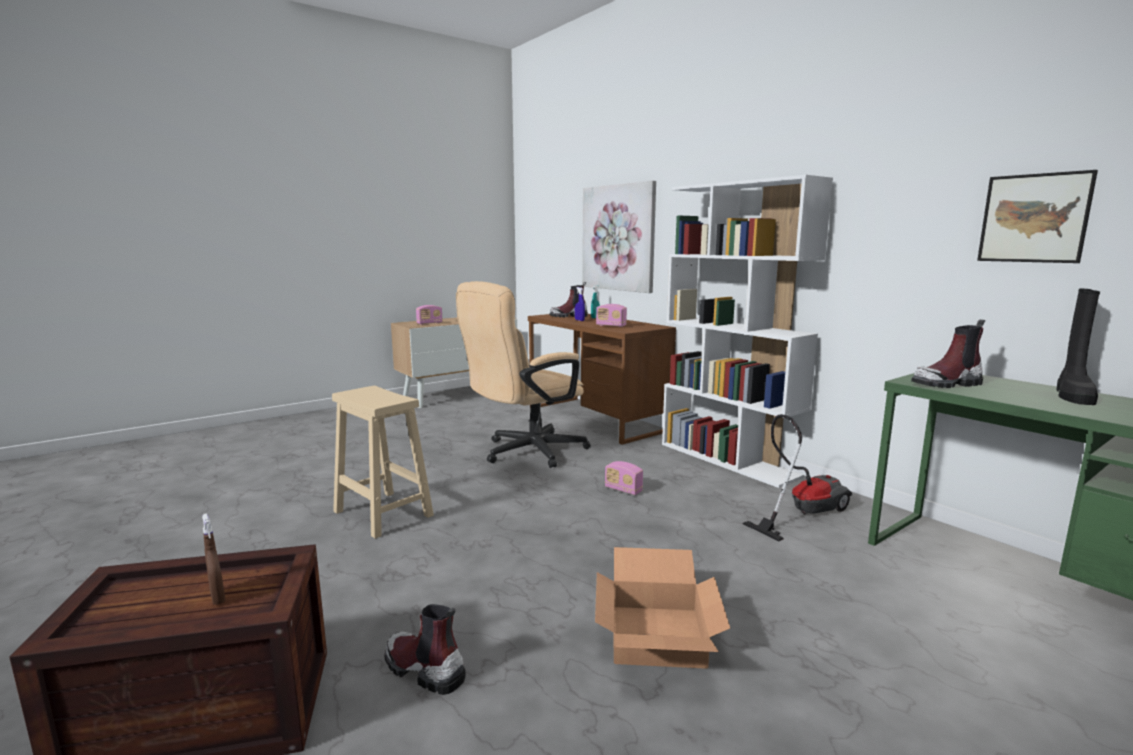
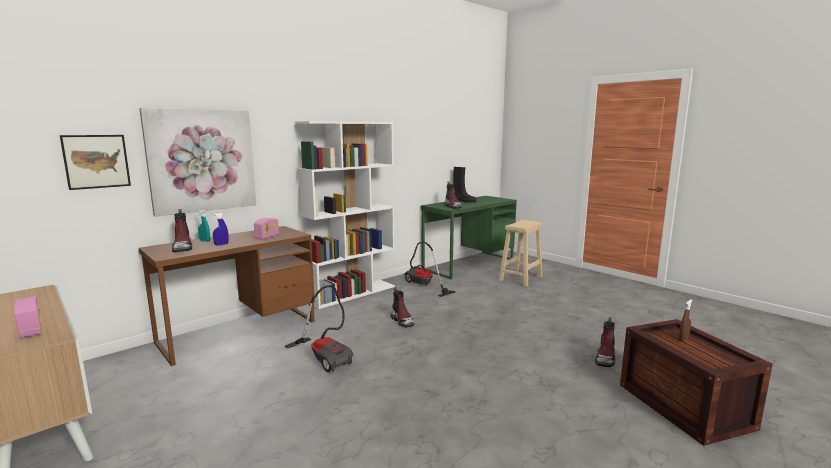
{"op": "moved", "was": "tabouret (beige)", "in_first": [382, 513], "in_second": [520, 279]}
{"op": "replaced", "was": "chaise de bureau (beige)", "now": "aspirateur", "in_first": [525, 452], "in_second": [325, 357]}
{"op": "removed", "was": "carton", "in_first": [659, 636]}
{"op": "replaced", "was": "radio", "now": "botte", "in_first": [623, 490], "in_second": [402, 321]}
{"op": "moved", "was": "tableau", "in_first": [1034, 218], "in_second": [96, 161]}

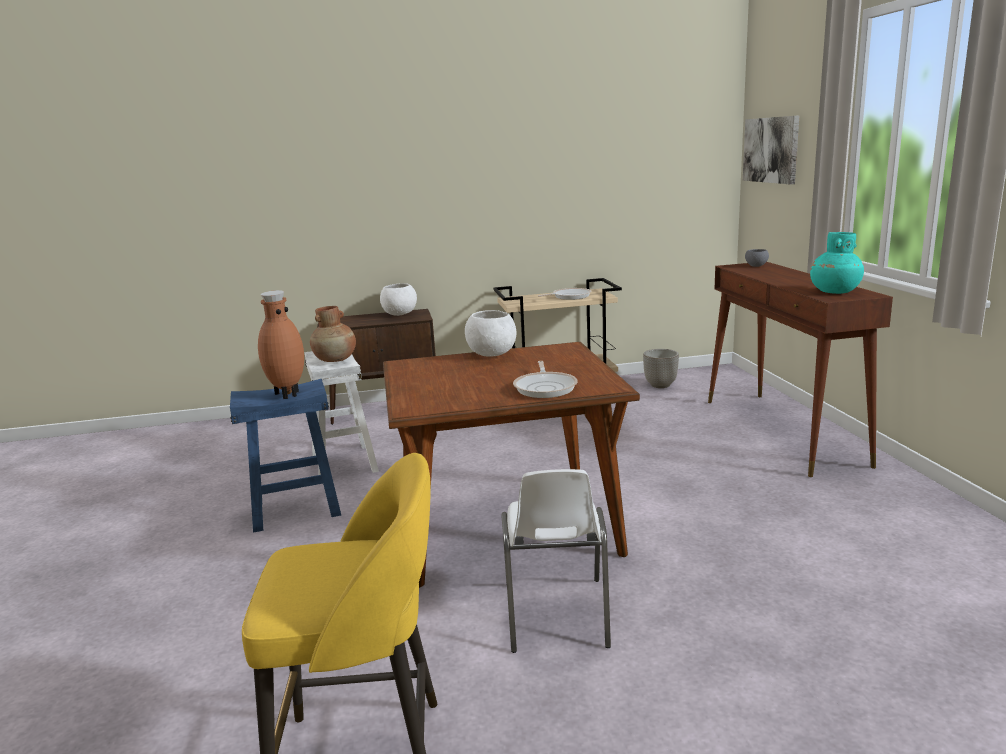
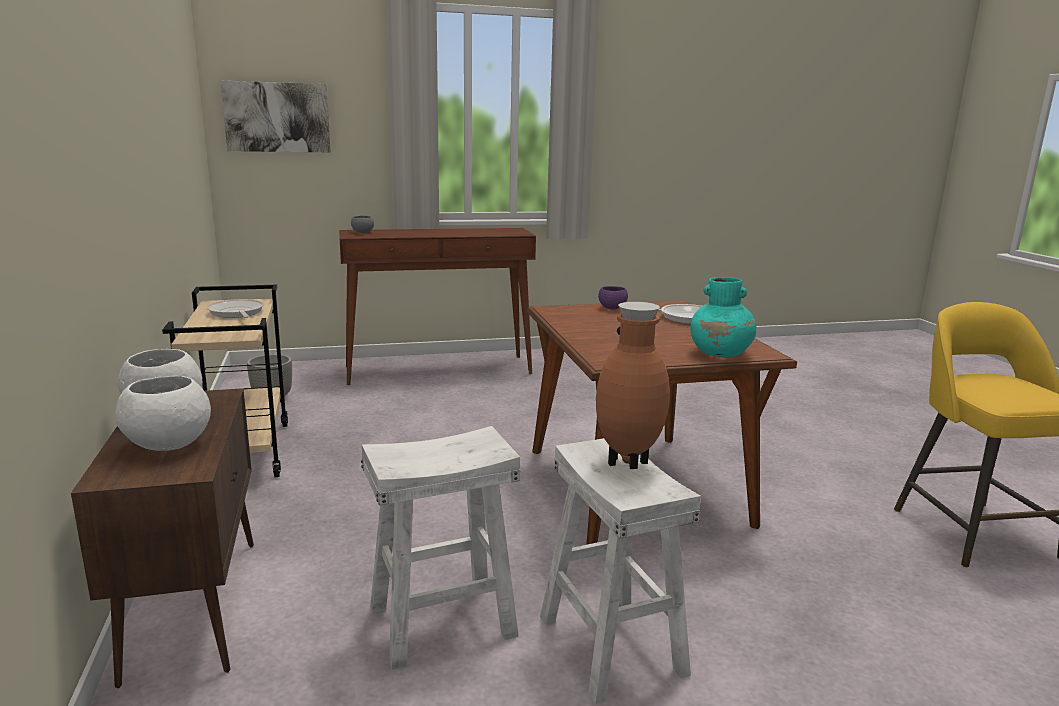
{"op": "recoloured", "was": "tabouret (bleu)", "now": "tabouret (blanc)", "in_first": [296, 508], "in_second": [610, 644]}
{"op": "removed", "was": "vase (marron)", "in_first": [336, 359]}
{"op": "moved", "was": "bol (blanc)", "in_first": [491, 354], "in_second": [168, 445]}
{"op": "removed", "was": "chaise (blanc)", "in_first": [555, 615]}
{"op": "moved", "was": "vase (turquoise)", "in_first": [834, 292], "in_second": [720, 354]}
{"op": "added", "now": "bol (violet)", "in_second": [612, 308]}

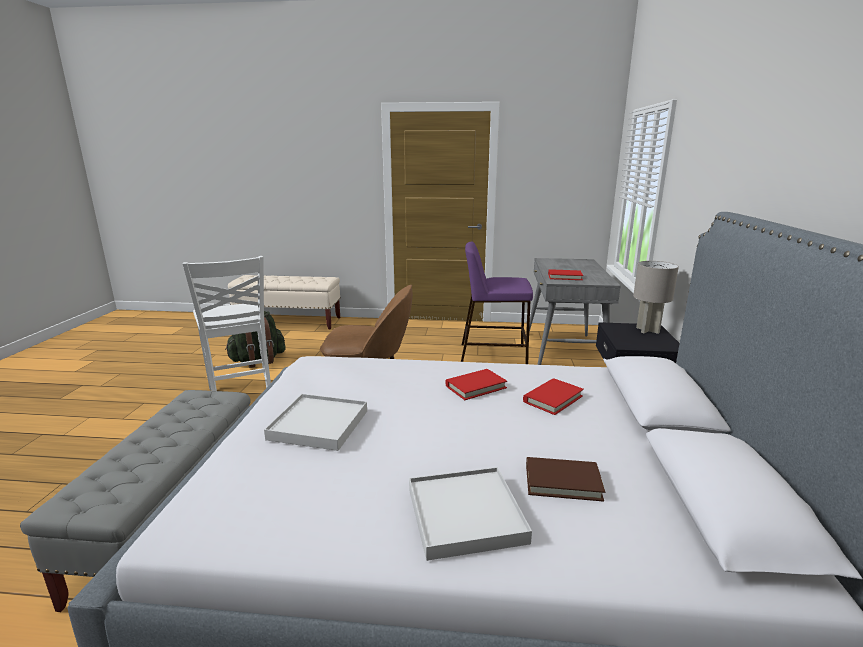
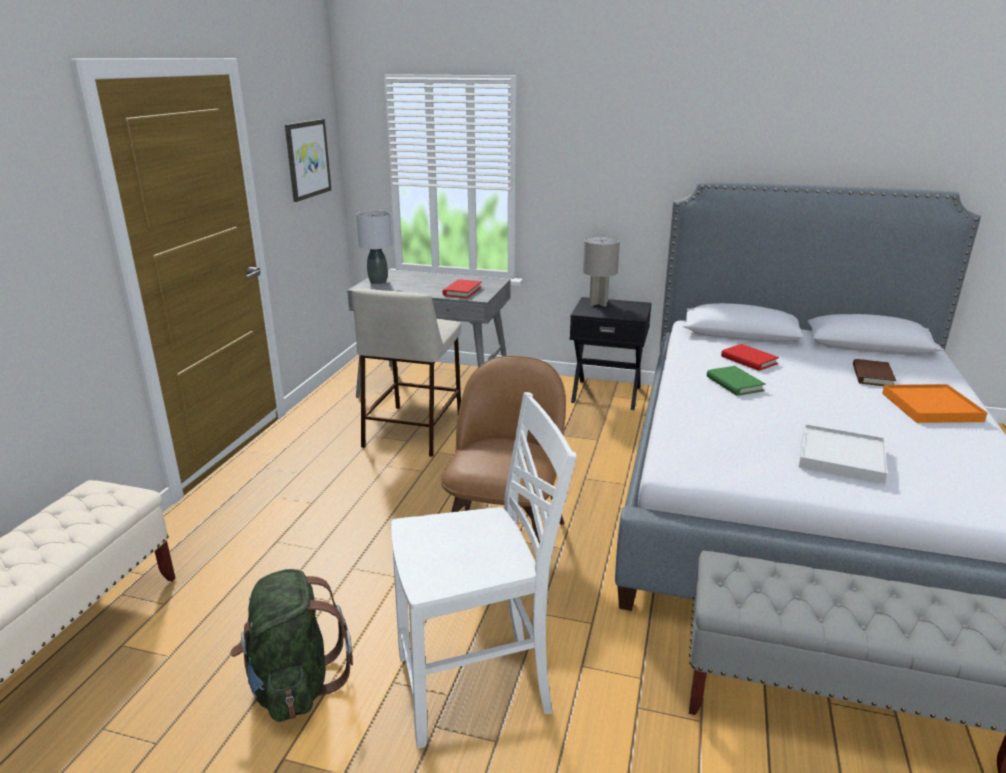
{"op": "recoloured", "was": "plateau (blanc)", "now": "plateau (orange)", "in_first": [465, 515], "in_second": [930, 407]}
{"op": "recoloured", "was": "livre (rouge)", "now": "livre (vert)", "in_first": [475, 387], "in_second": [734, 384]}
{"op": "recoloured", "was": "tabouret (violet)", "now": "tabouret (beige)", "in_first": [494, 354], "in_second": [413, 429]}
{"op": "added", "now": "tableau", "in_second": [307, 159]}
{"op": "added", "now": "lampe de table (gris)", "in_second": [378, 281]}

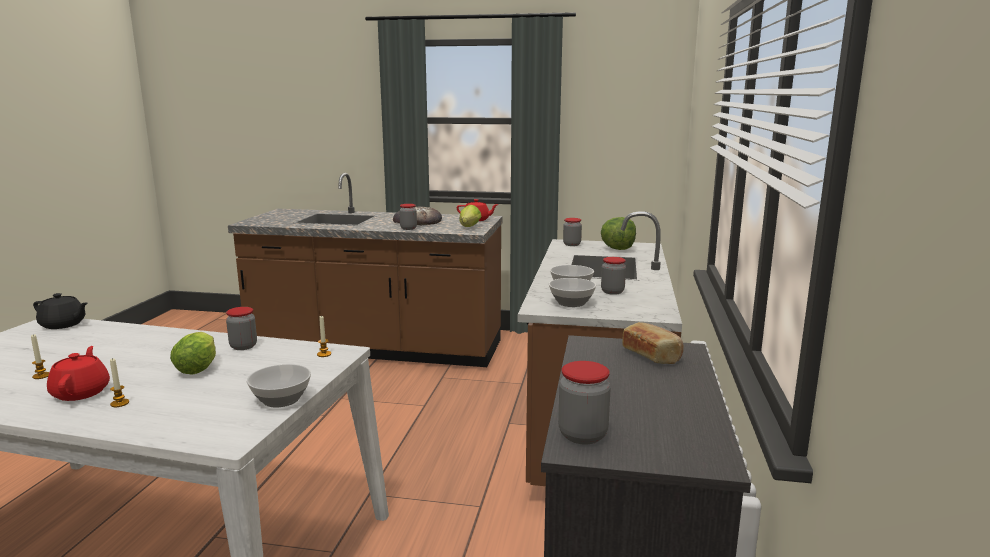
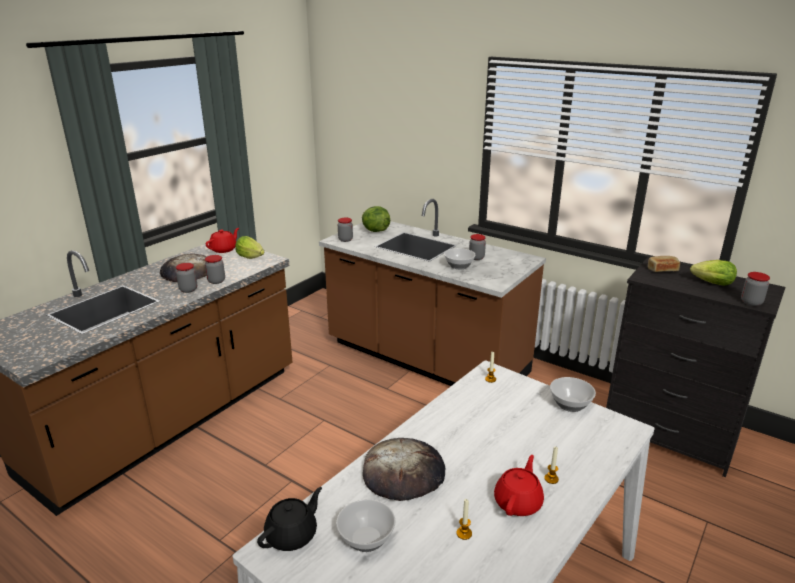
{"op": "turned", "was": "théière (rouge)", "in_first": [81, 392], "in_second": [518, 502], "clockwise": 105}
{"op": "moved", "was": "laitue", "in_first": [199, 367], "in_second": [709, 283]}
{"op": "moved", "was": "bocal", "in_first": [243, 346], "in_second": [188, 289]}
{"op": "moved", "was": "bol", "in_first": [570, 303], "in_second": [365, 539]}
{"op": "added", "now": "pain", "in_second": [404, 473]}

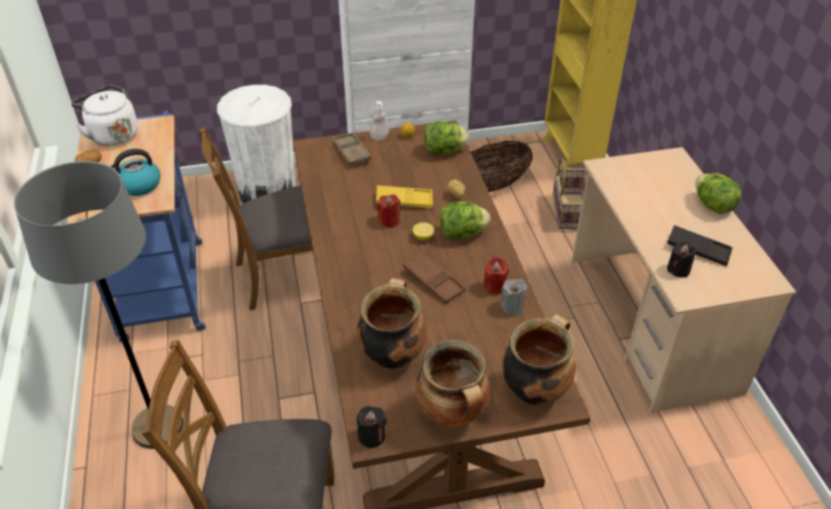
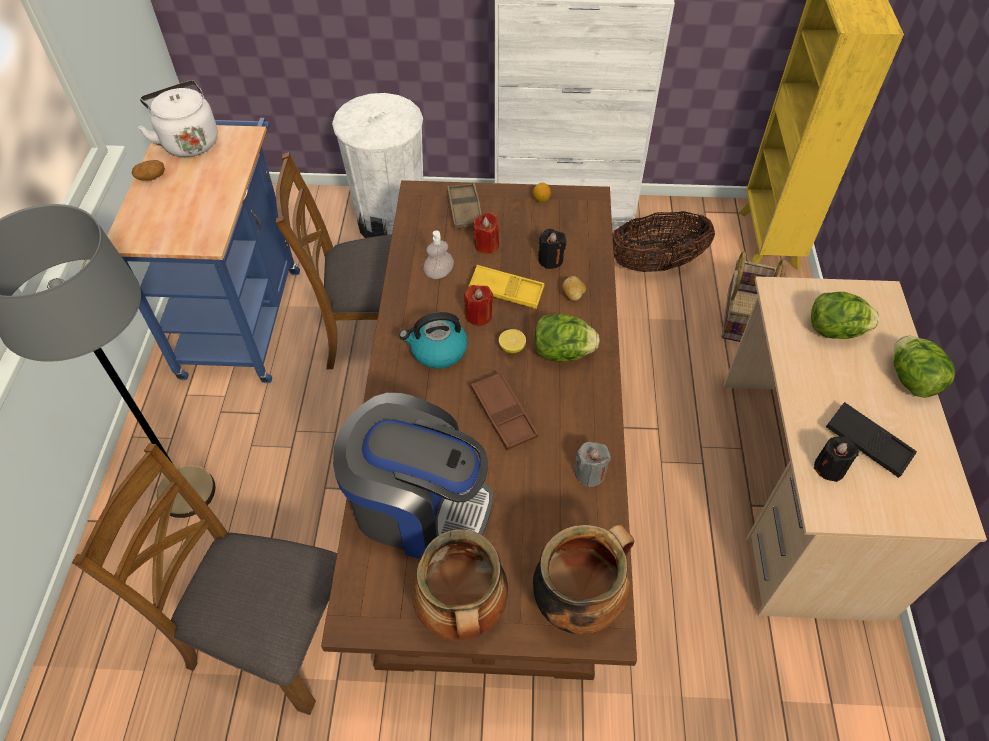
{"op": "moved", "was": "bouilloire", "in_first": [138, 185], "in_second": [437, 351]}
{"op": "replaced", "was": "marmite", "now": "machine à café", "in_first": [392, 354], "in_second": [418, 506]}
{"op": "moved", "was": "bougie (noir)", "in_first": [371, 436], "in_second": [550, 260]}
{"op": "moved", "was": "distributeur de savon", "in_first": [380, 137], "in_second": [439, 273]}
{"op": "moved", "was": "laitue", "in_first": [444, 150], "in_second": [834, 330]}
{"op": "moved", "was": "bougie (rouge)", "in_first": [494, 286], "in_second": [486, 245]}

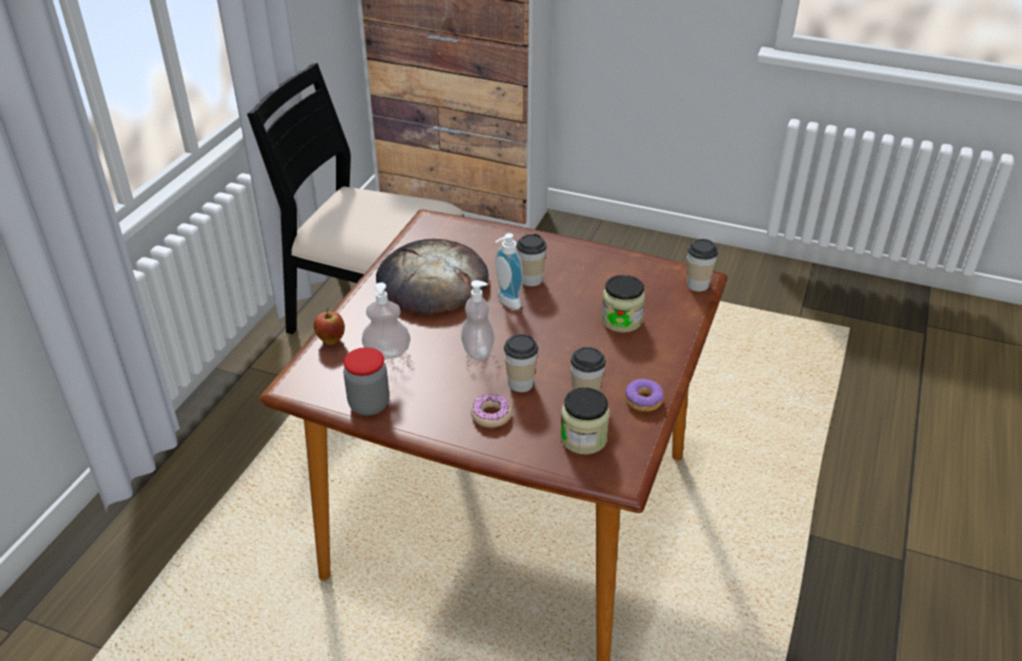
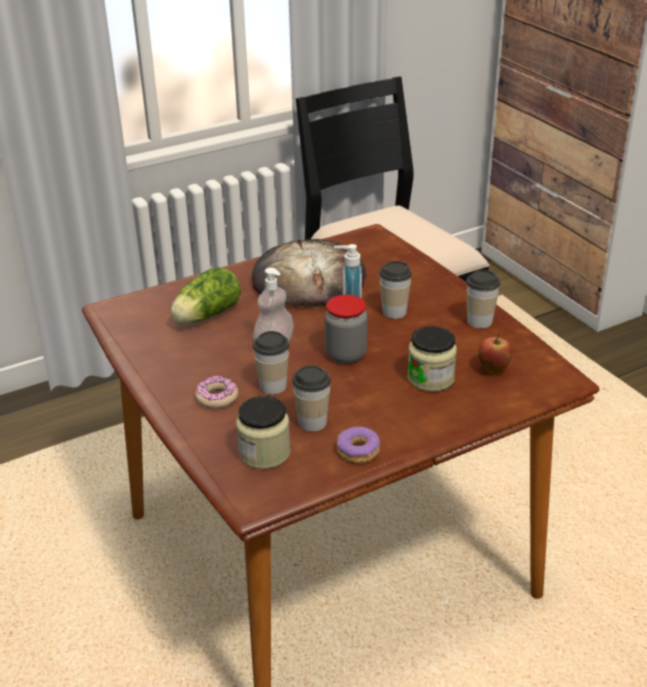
{"op": "moved", "was": "pomme", "in_first": [331, 340], "in_second": [493, 370]}
{"op": "moved", "was": "bocal", "in_first": [369, 405], "in_second": [346, 355]}
{"op": "replaced", "was": "distributeur de savon", "now": "laitue", "in_first": [387, 352], "in_second": [205, 316]}
{"op": "moved", "was": "tasse", "in_first": [697, 284], "in_second": [479, 321]}

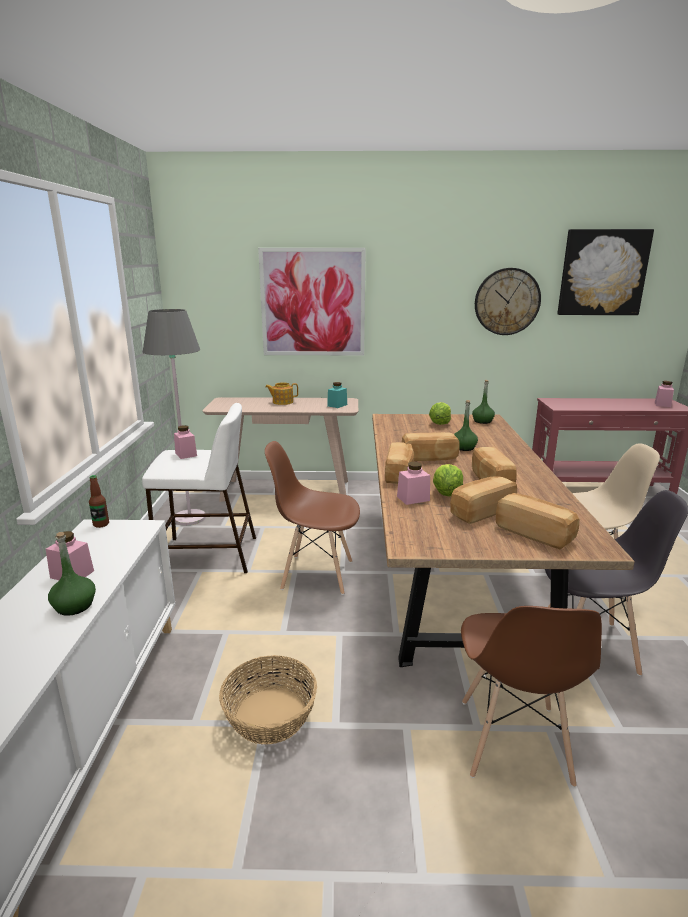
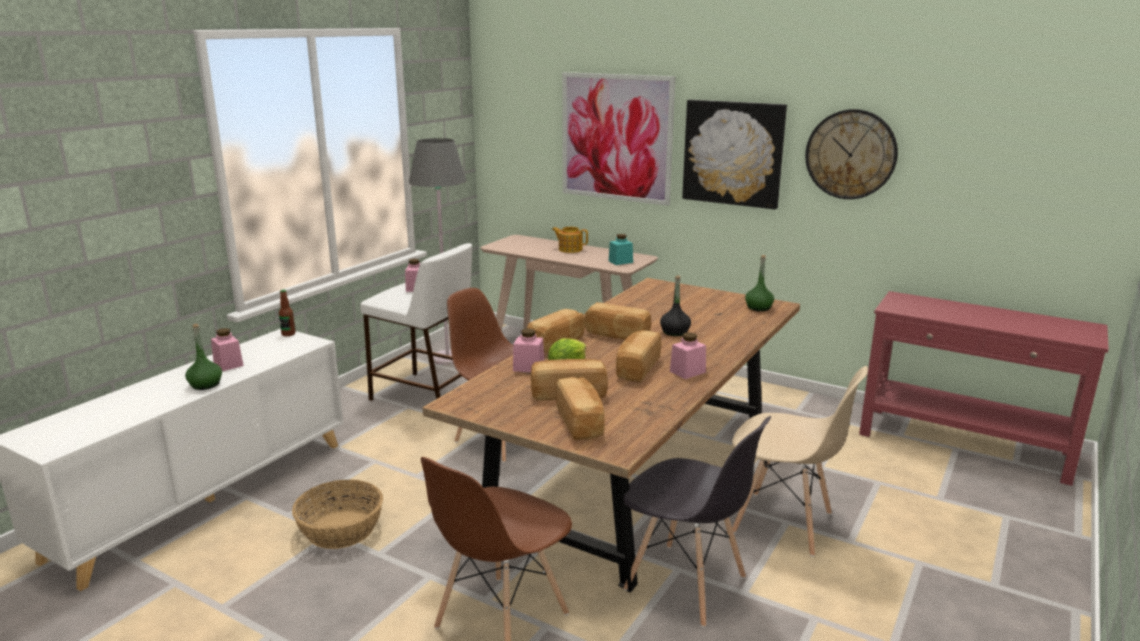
{"op": "removed", "was": "laitue", "in_first": [439, 423]}
{"op": "recoloured", "was": "bouteille (vert)", "now": "bouteille (noir)", "in_first": [464, 448], "in_second": [675, 332]}
{"op": "moved", "was": "tableau", "in_first": [602, 273], "in_second": [733, 153]}
{"op": "moved", "was": "bocal (rose)", "in_first": [662, 404], "in_second": [687, 372]}

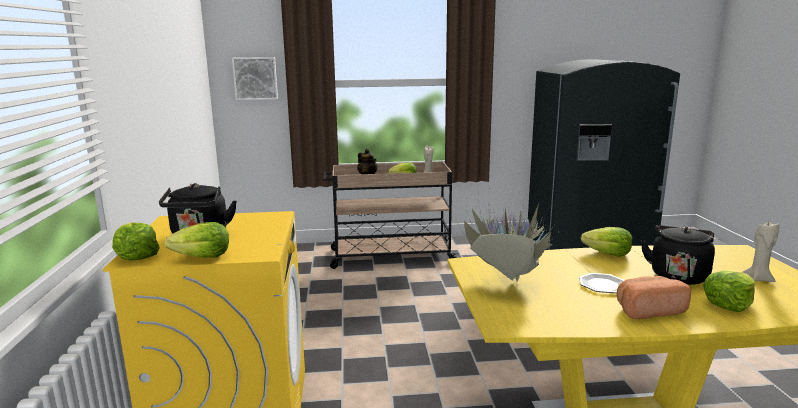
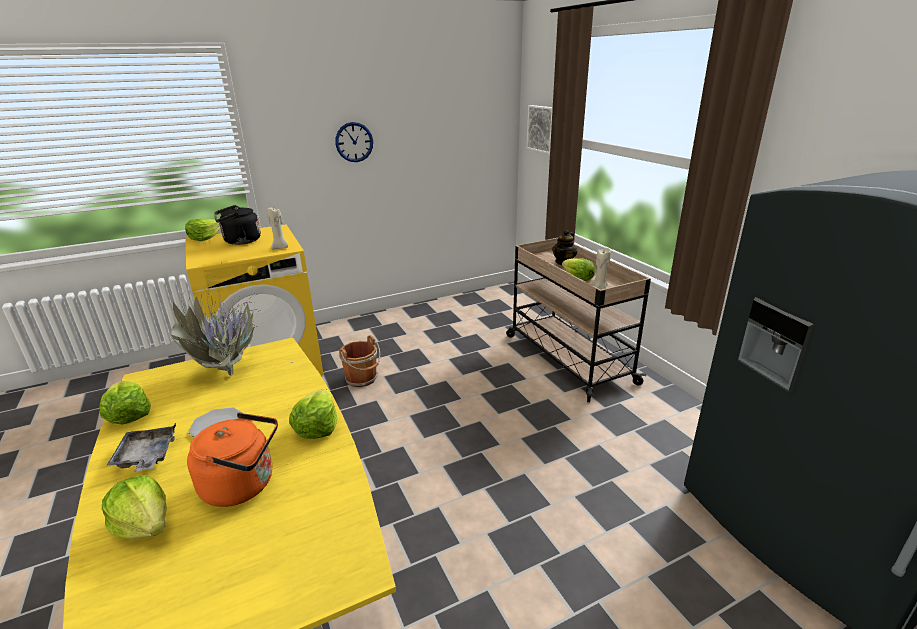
{"op": "moved", "was": "laitue", "in_first": [203, 257], "in_second": [129, 415]}
{"op": "replaced", "was": "pain", "now": "plateau (gris)", "in_first": [647, 310], "in_second": [146, 456]}
{"op": "recoloured", "was": "bouilloire (noir)", "now": "bouilloire (orange)", "in_first": [678, 275], "in_second": [243, 485]}
{"op": "moved", "was": "bougie (beige)", "in_first": [758, 279], "in_second": [280, 248]}
{"op": "added", "now": "horloge murale", "in_second": [354, 142]}
{"op": "added", "now": "seau (marron)", "in_second": [362, 379]}

